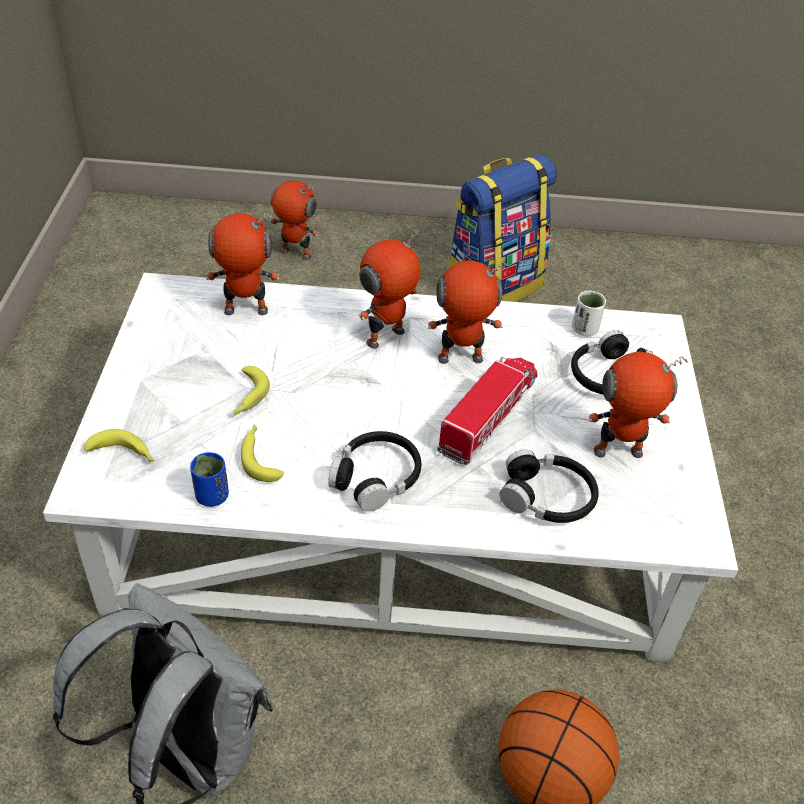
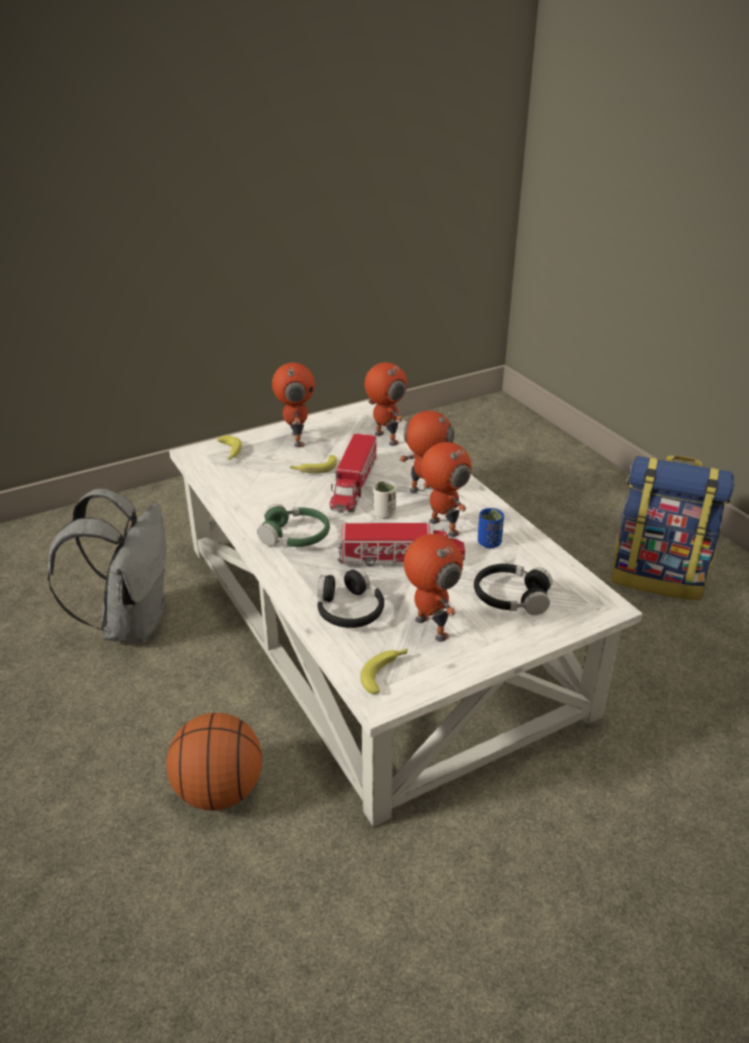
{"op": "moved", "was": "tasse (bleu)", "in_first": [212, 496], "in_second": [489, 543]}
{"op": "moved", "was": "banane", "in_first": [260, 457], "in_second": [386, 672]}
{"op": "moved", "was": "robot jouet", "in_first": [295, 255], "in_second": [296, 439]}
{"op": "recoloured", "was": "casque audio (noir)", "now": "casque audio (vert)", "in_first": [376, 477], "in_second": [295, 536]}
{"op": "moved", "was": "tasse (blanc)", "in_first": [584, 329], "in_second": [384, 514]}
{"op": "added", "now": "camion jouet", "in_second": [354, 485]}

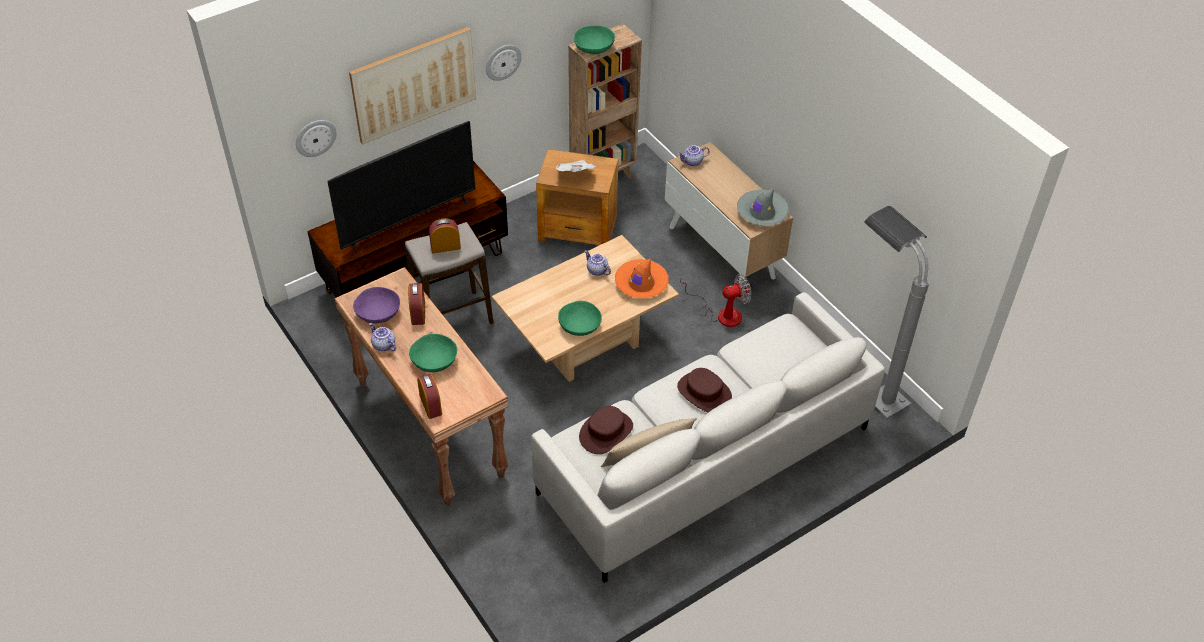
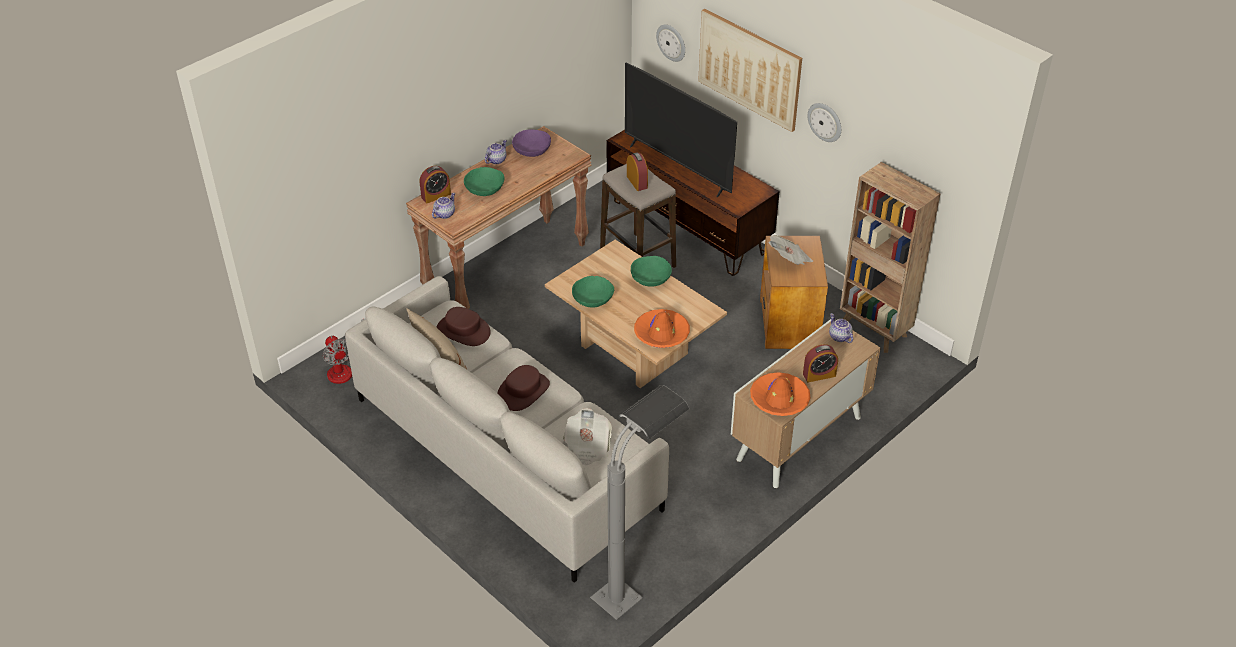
{"op": "moved", "was": "réveil", "in_first": [418, 313], "in_second": [819, 375]}
{"op": "moved", "was": "bol (vert)", "in_first": [594, 47], "in_second": [650, 279]}
{"op": "moved", "was": "théière", "in_first": [596, 270], "in_second": [444, 214]}
{"op": "moved", "was": "ventilateur", "in_first": [721, 314], "in_second": [345, 368]}
{"op": "recoloured", "was": "chapeau (gris)", "now": "chapeau (orange)", "in_first": [762, 213], "in_second": [779, 399]}
{"op": "added", "now": "journal", "in_second": [587, 447]}

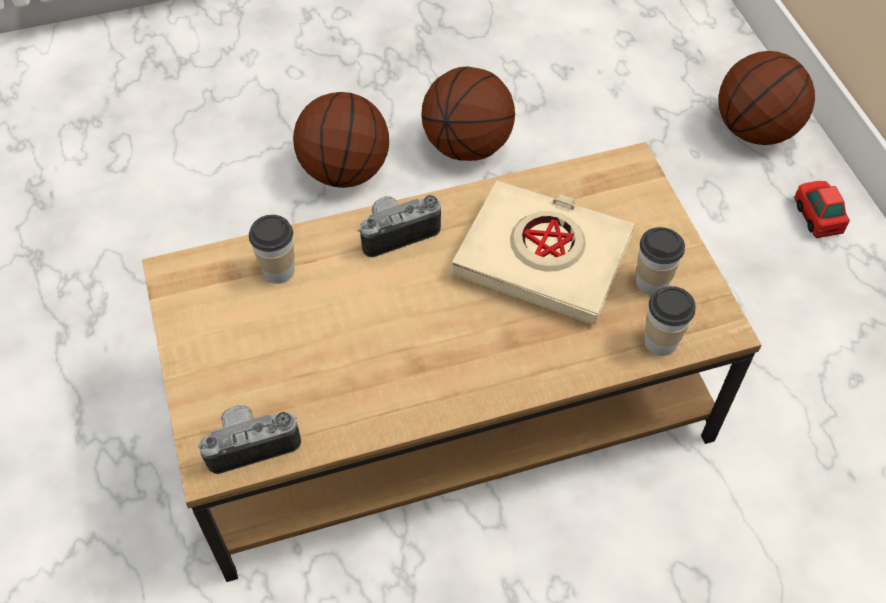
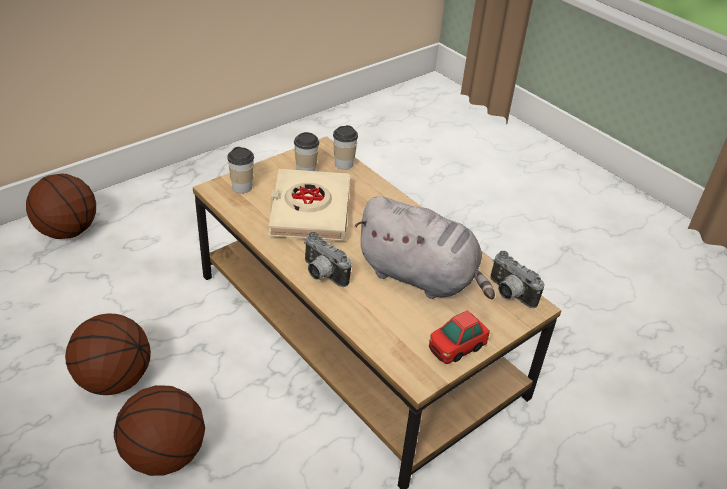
{"op": "moved", "was": "tasse", "in_first": [278, 270], "in_second": [242, 187]}
{"op": "moved", "was": "petite voiture", "in_first": [816, 216], "in_second": [456, 347]}
{"op": "added", "now": "peluche (gris)", "in_second": [421, 277]}

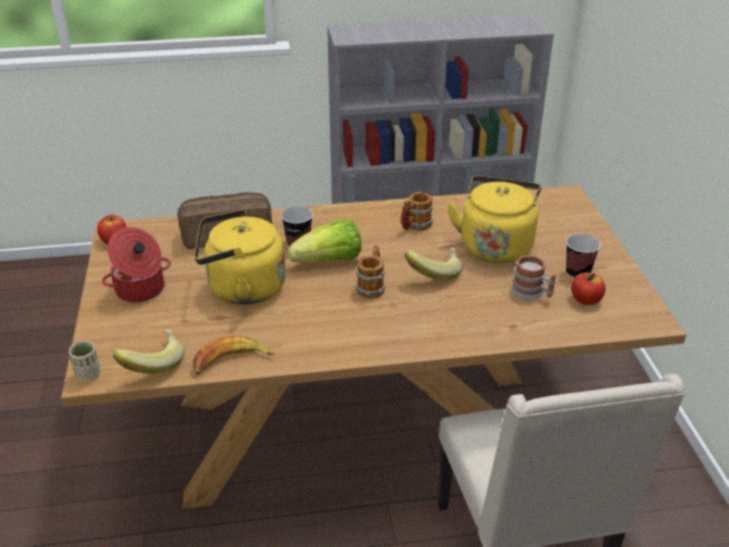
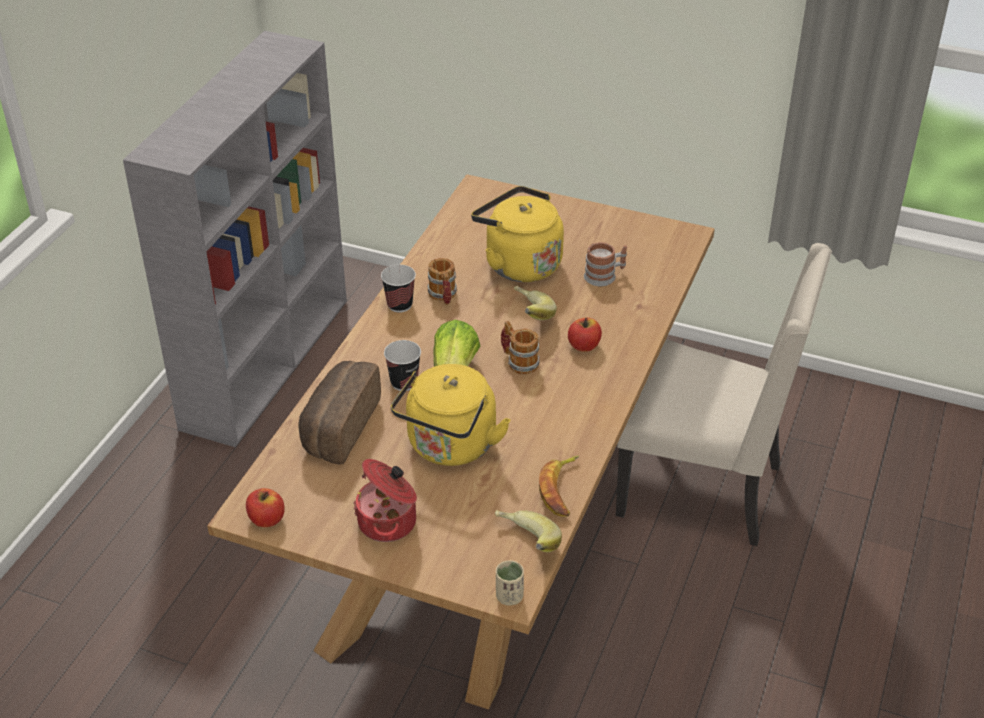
{"op": "moved", "was": "tasse", "in_first": [577, 273], "in_second": [399, 305]}
{"op": "moved", "was": "pomme", "in_first": [585, 300], "in_second": [584, 346]}

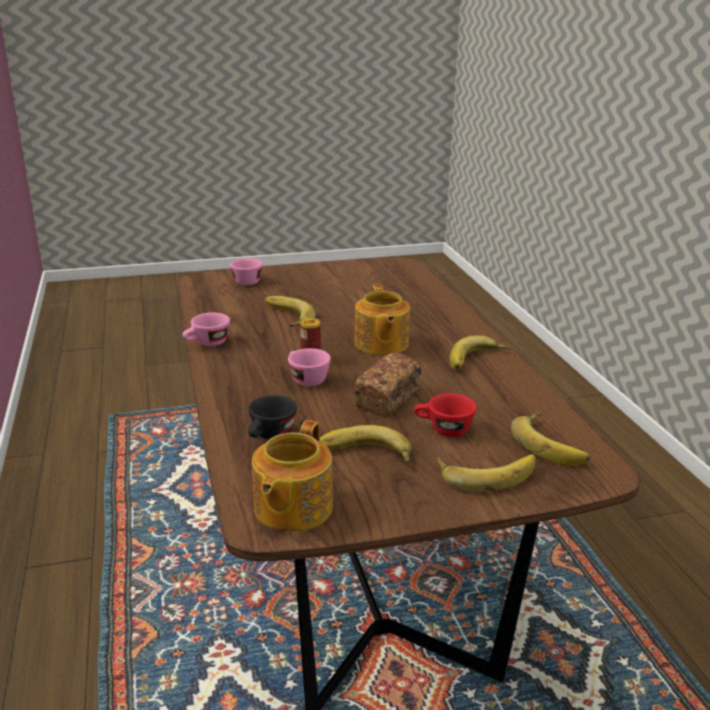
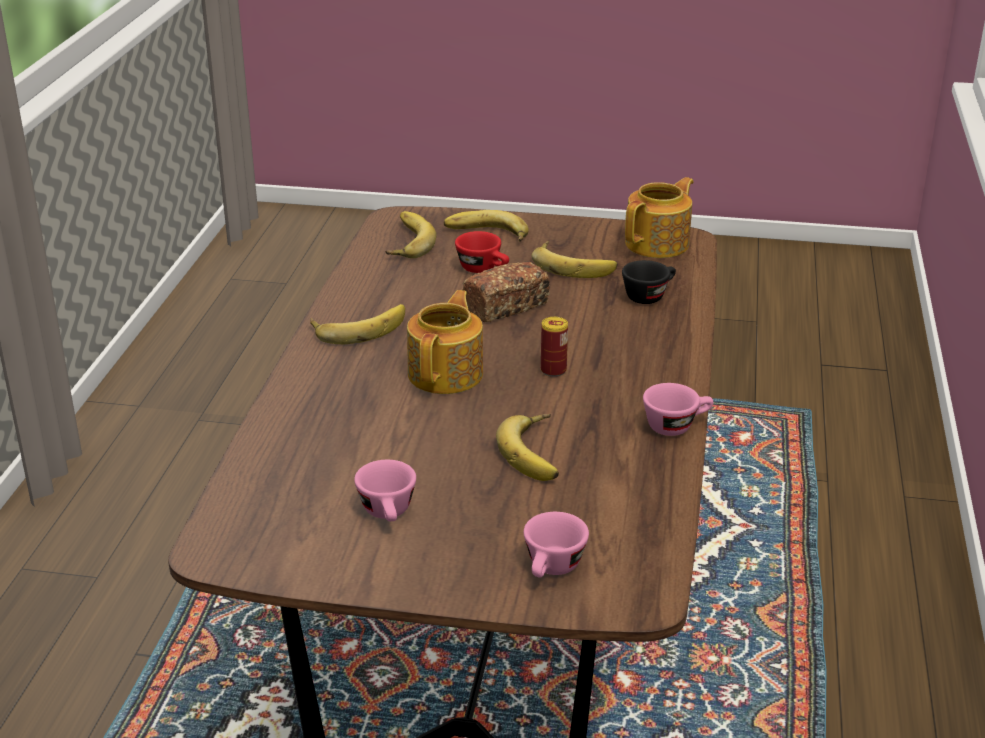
{"op": "moved", "was": "tasse (rose)", "in_first": [305, 379], "in_second": [389, 514]}

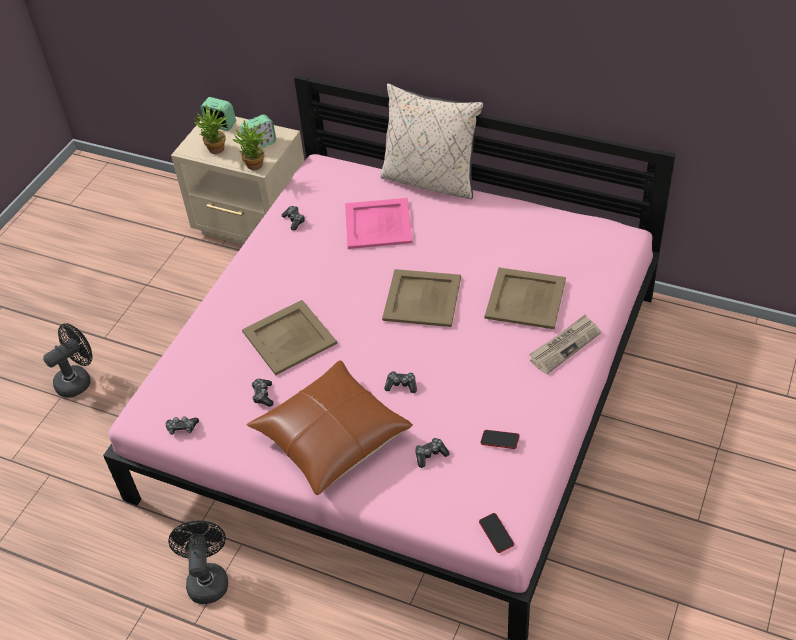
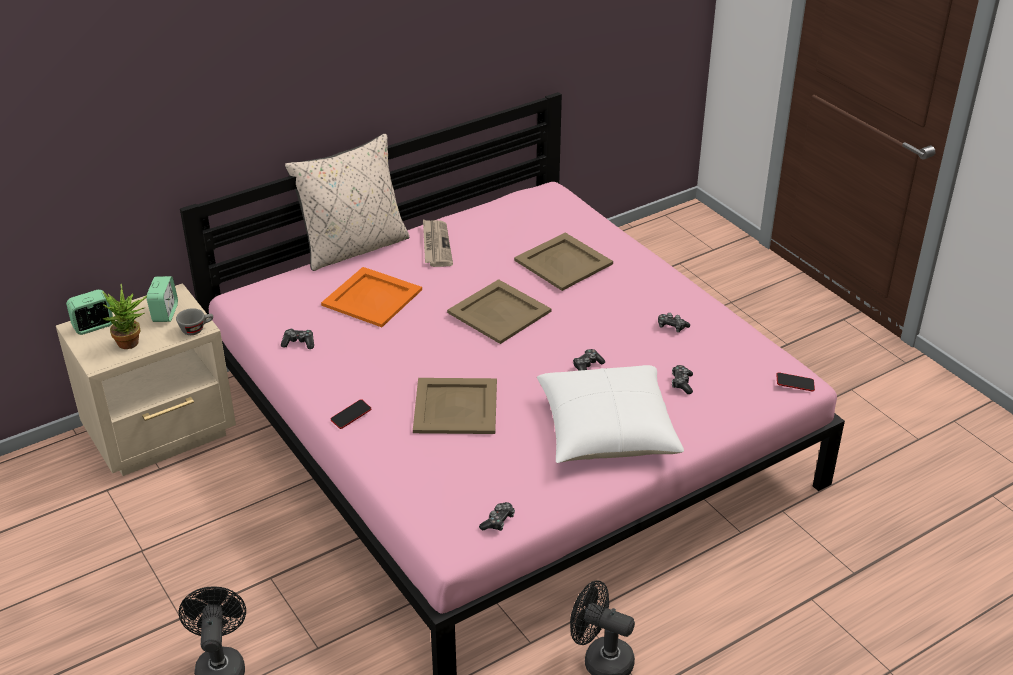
{"op": "replaced", "was": "plante en pot", "now": "tasse (gris)", "in_first": [255, 167], "in_second": [196, 329]}
{"op": "recoloured", "was": "coussin (marron)", "now": "coussin (blanc)", "in_first": [331, 437], "in_second": [607, 430]}
{"op": "moved", "was": "manette", "in_first": [263, 395], "in_second": [671, 327]}
{"op": "recoloured", "was": "plateau (rose)", "now": "plateau (orange)", "in_first": [377, 224], "in_second": [372, 298]}
{"op": "moved", "was": "téléphone", "in_first": [499, 441], "in_second": [351, 416]}
{"op": "moved", "was": "journal", "in_first": [564, 345], "in_second": [436, 245]}

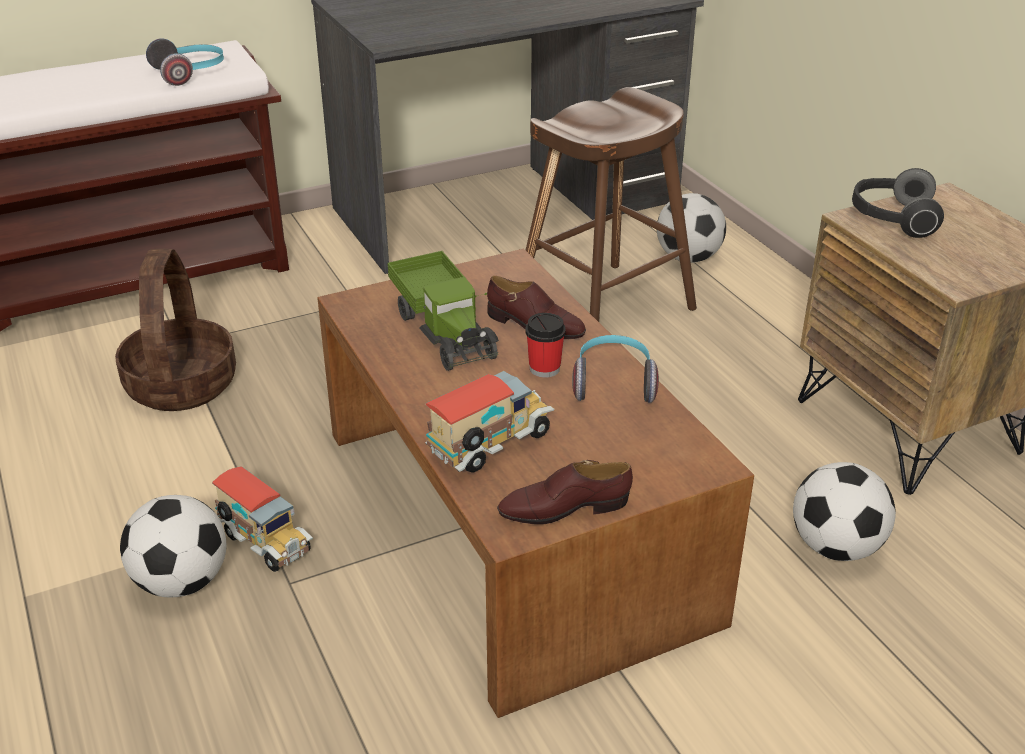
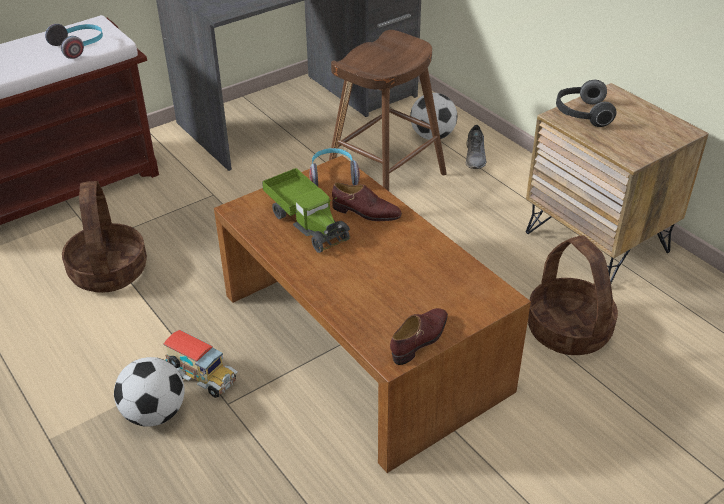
{"op": "removed", "was": "camion jouet", "in_first": [491, 447]}
{"op": "turned", "was": "chaussure (marron)", "in_first": [564, 508], "in_second": [420, 340], "clockwise": 150}
{"op": "removed", "was": "tasse", "in_first": [544, 368]}
{"op": "moved", "was": "casque audio", "in_first": [613, 382], "in_second": [333, 176]}
{"op": "replaced", "was": "ballon de foot", "now": "panier", "in_first": [836, 547], "in_second": [569, 330]}
{"op": "added", "now": "chaussure (gris)", "in_second": [475, 157]}

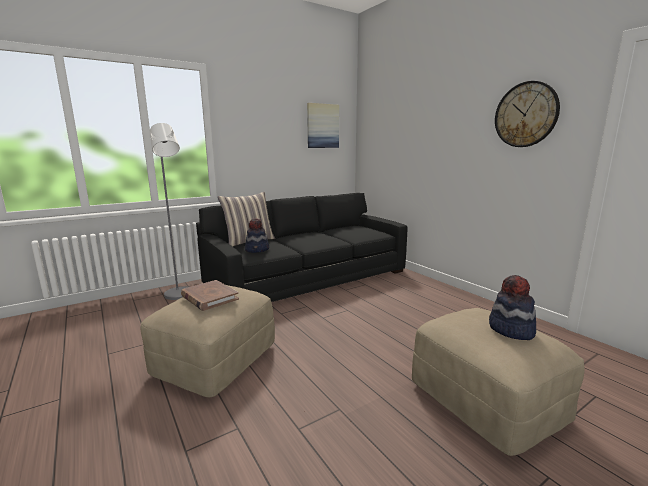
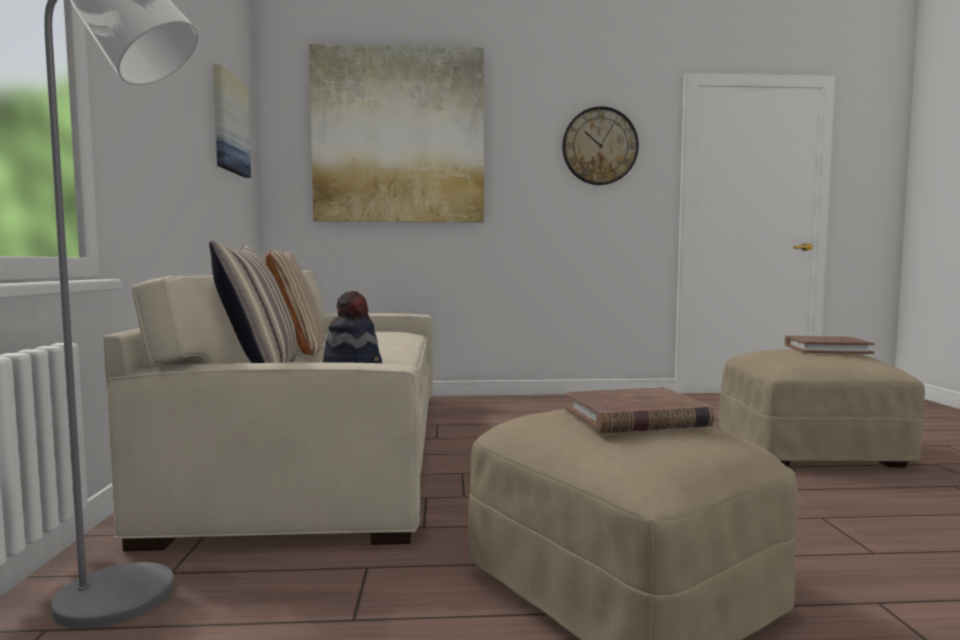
{"op": "recoloured", "was": "canapé (noir)", "now": "canapé (beige)", "in_first": [308, 277], "in_second": [331, 447]}
{"op": "replaced", "was": "chapeau", "now": "livre (marron)", "in_first": [510, 330], "in_second": [826, 349]}
{"op": "added", "now": "coussin (beige)", "in_second": [299, 349]}
{"op": "added", "now": "tableau", "in_second": [398, 136]}

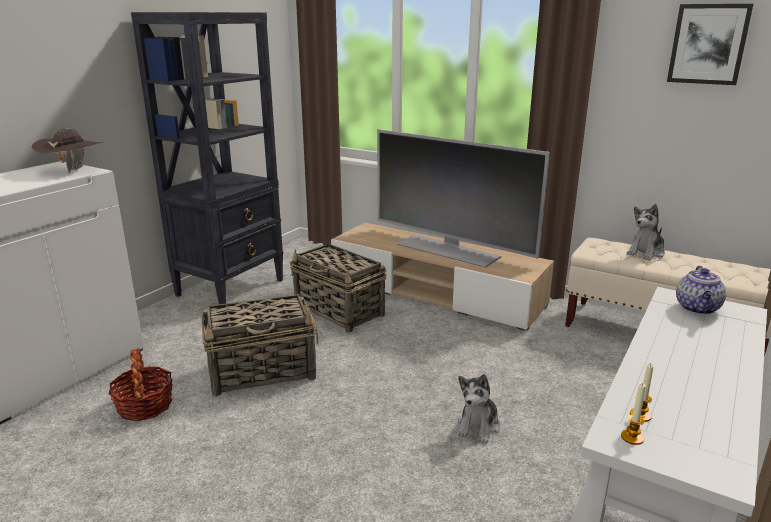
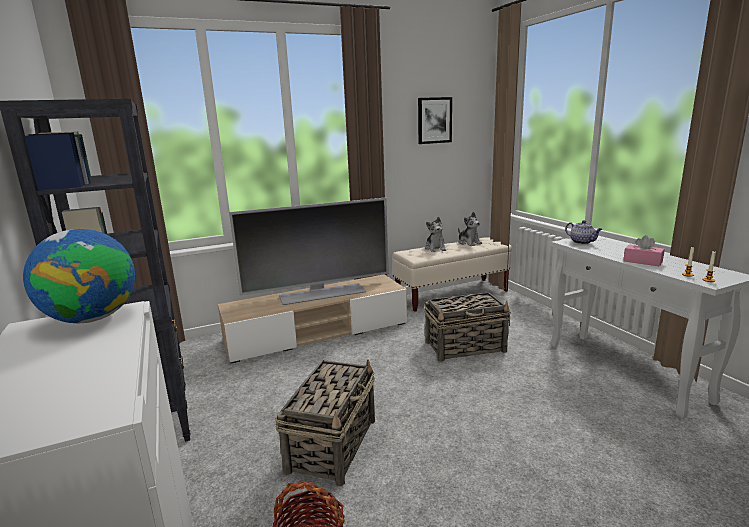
{"op": "replaced", "was": "chapeau (marron)", "now": "globe", "in_first": [73, 170], "in_second": [92, 318]}
{"op": "moved", "was": "panier", "in_first": [339, 311], "in_second": [466, 347]}
{"op": "moved", "was": "peluche", "in_first": [478, 426], "in_second": [469, 243]}
{"op": "added", "now": "boîte à mouchoirs (rose)", "in_second": [642, 261]}

